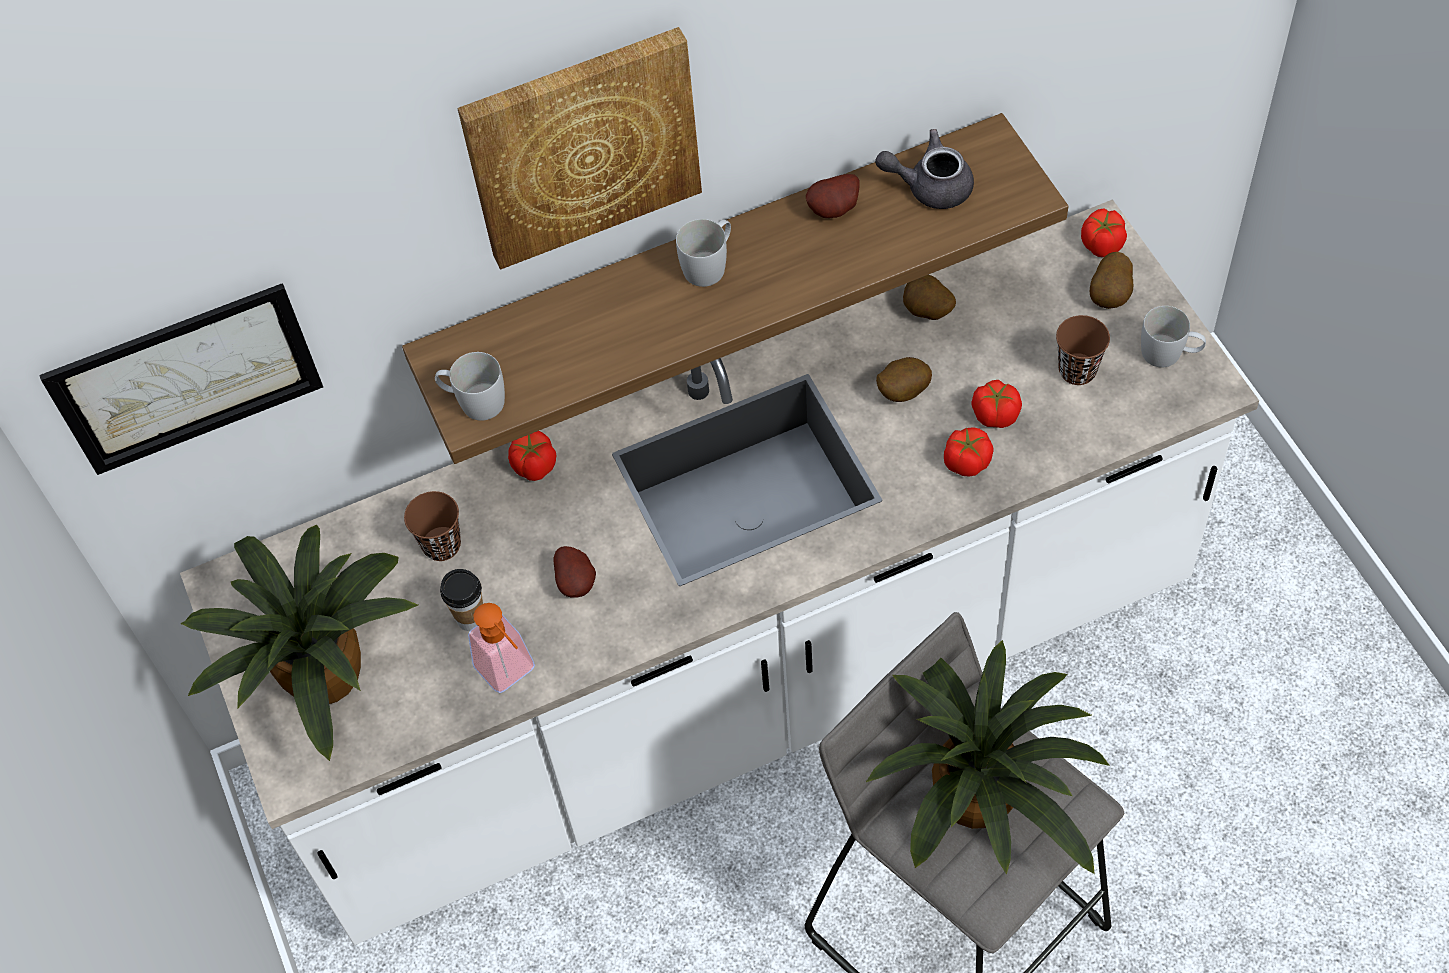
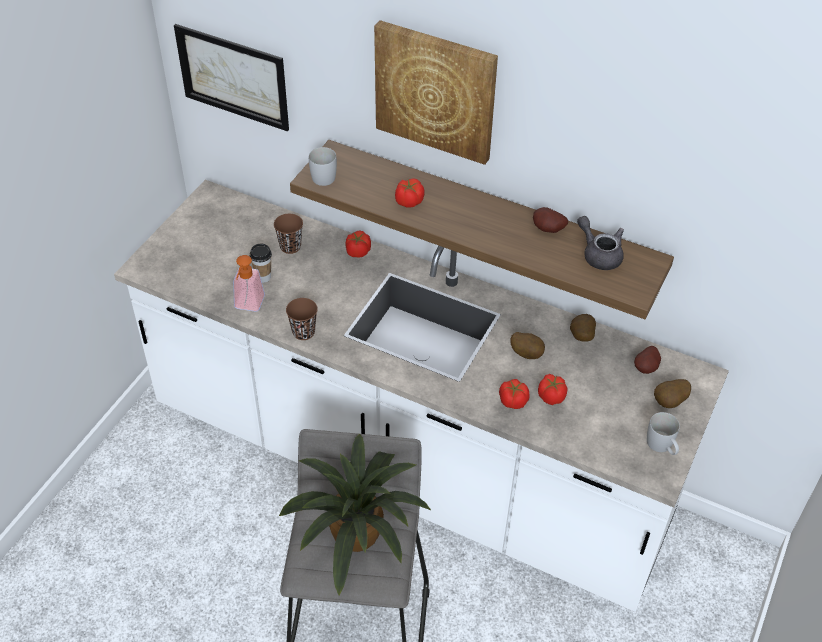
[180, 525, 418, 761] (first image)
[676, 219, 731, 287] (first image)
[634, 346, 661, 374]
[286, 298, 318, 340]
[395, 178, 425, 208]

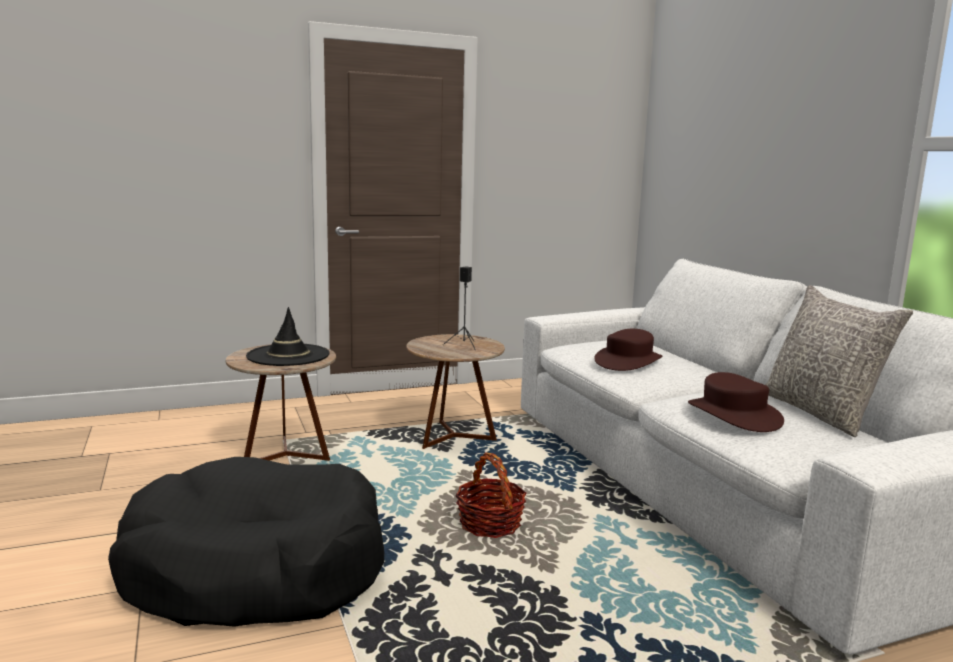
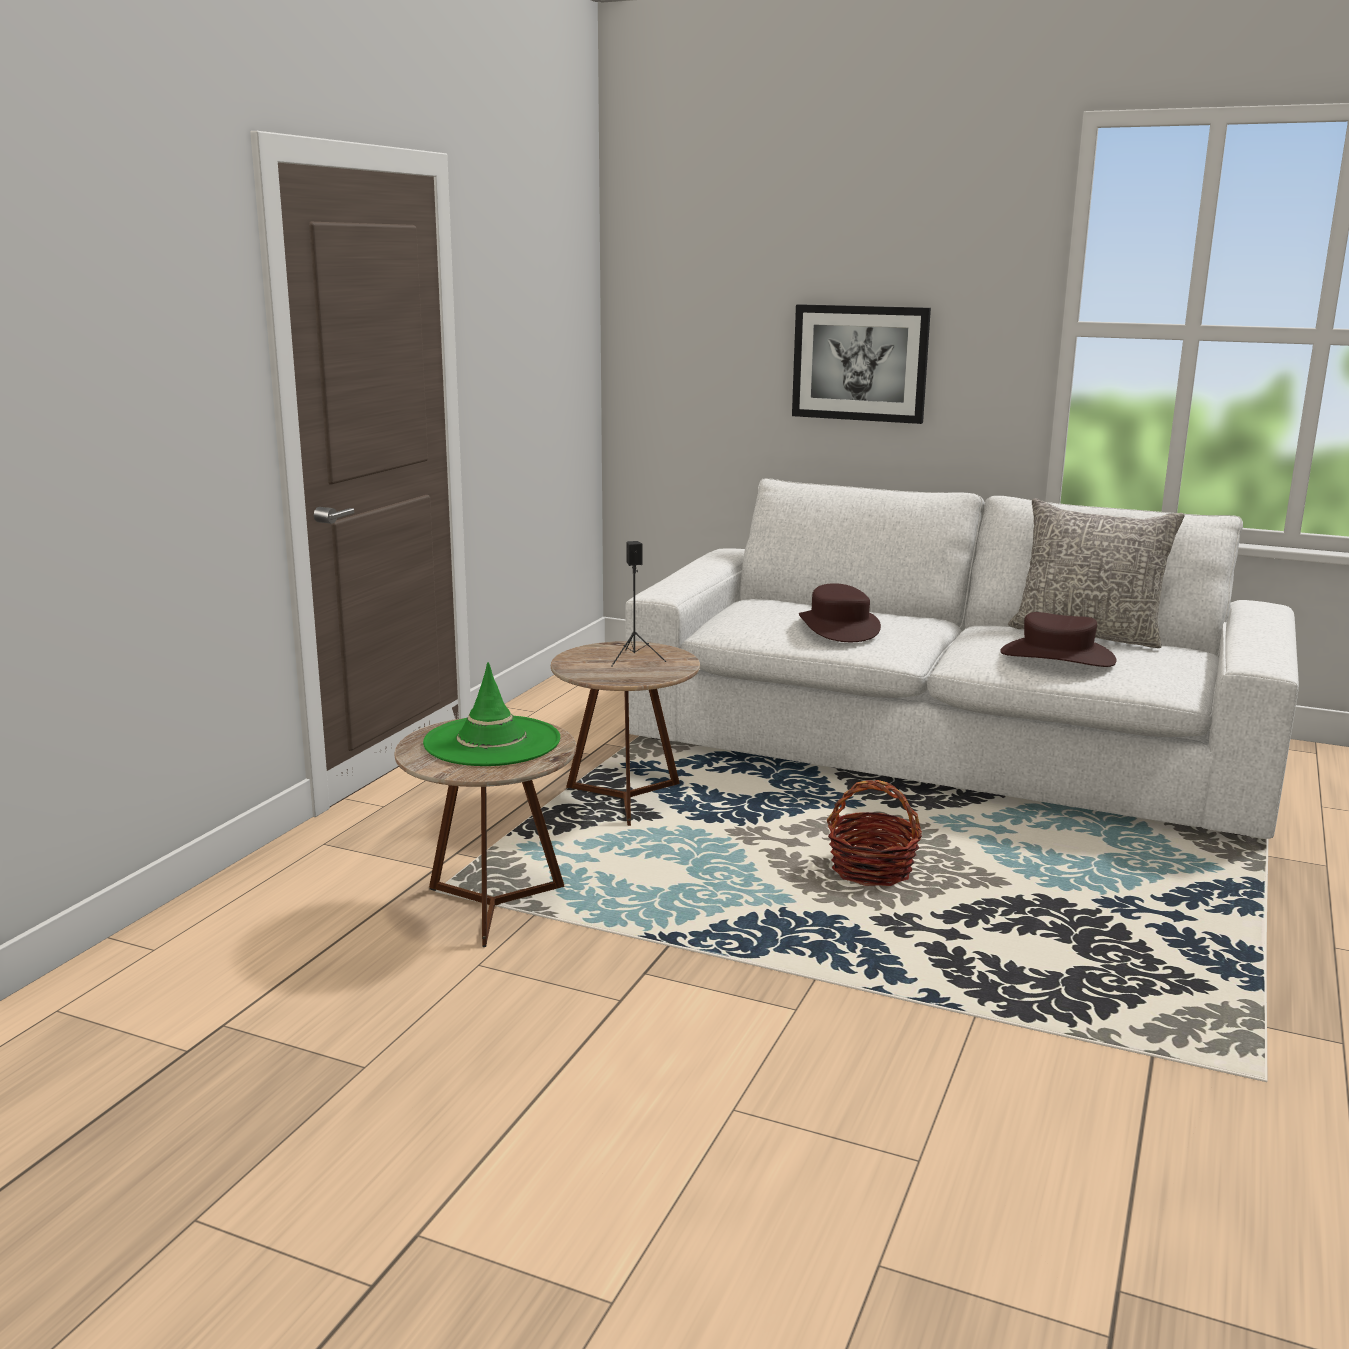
[108, 457, 384, 627] (first image)
[792, 304, 931, 424]
[423, 662, 560, 766]

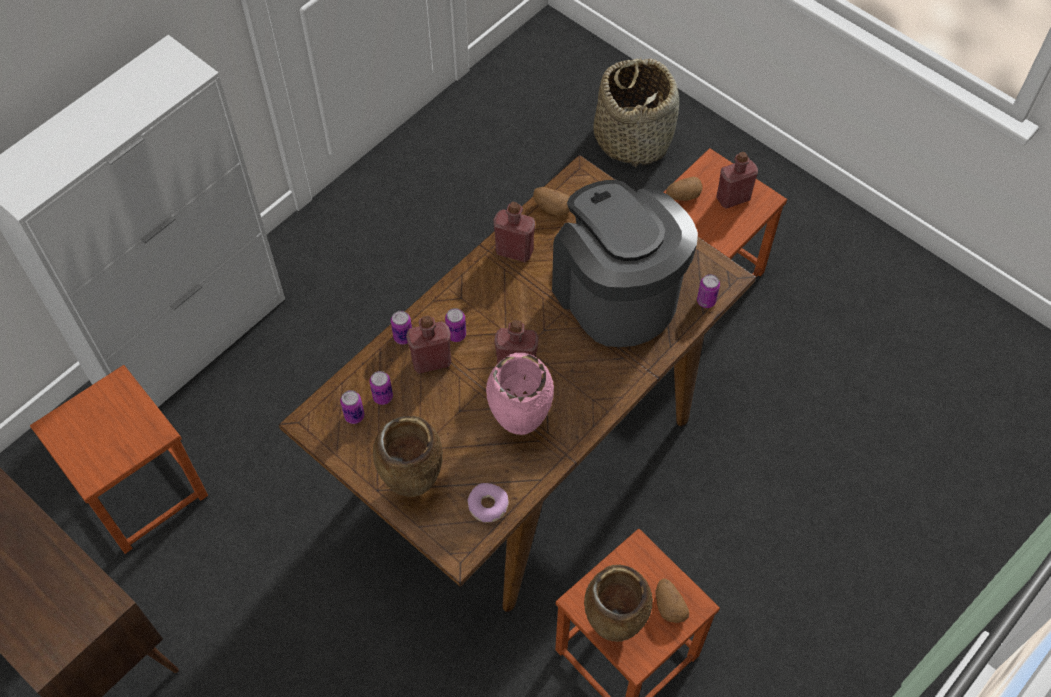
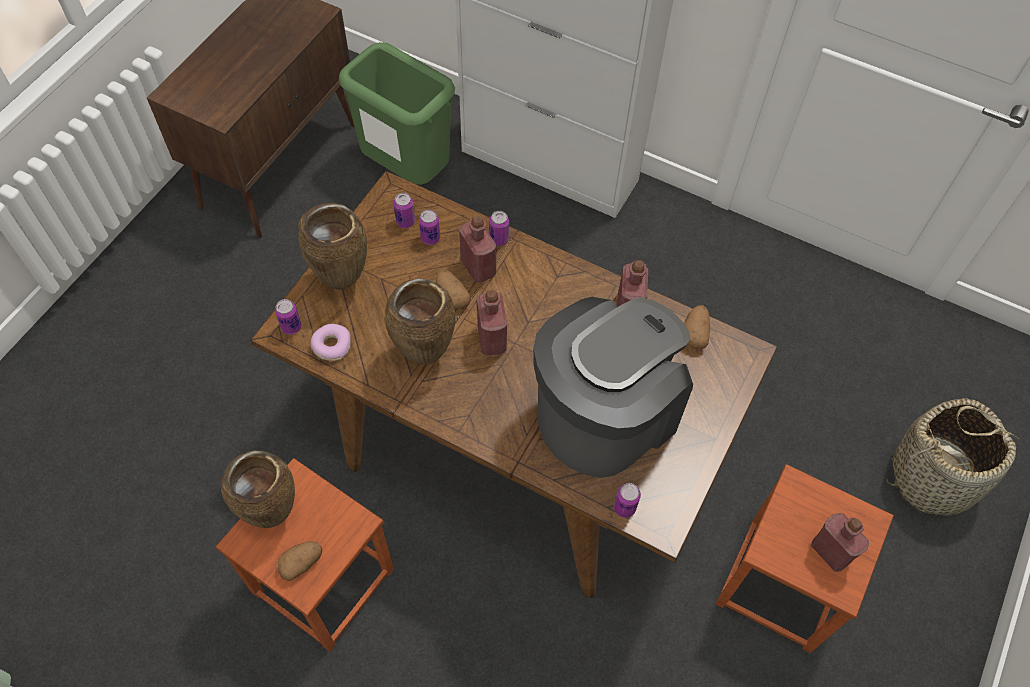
[275, 299, 302, 335]
[436, 270, 471, 309]
[338, 42, 455, 185]
[385, 278, 455, 365]

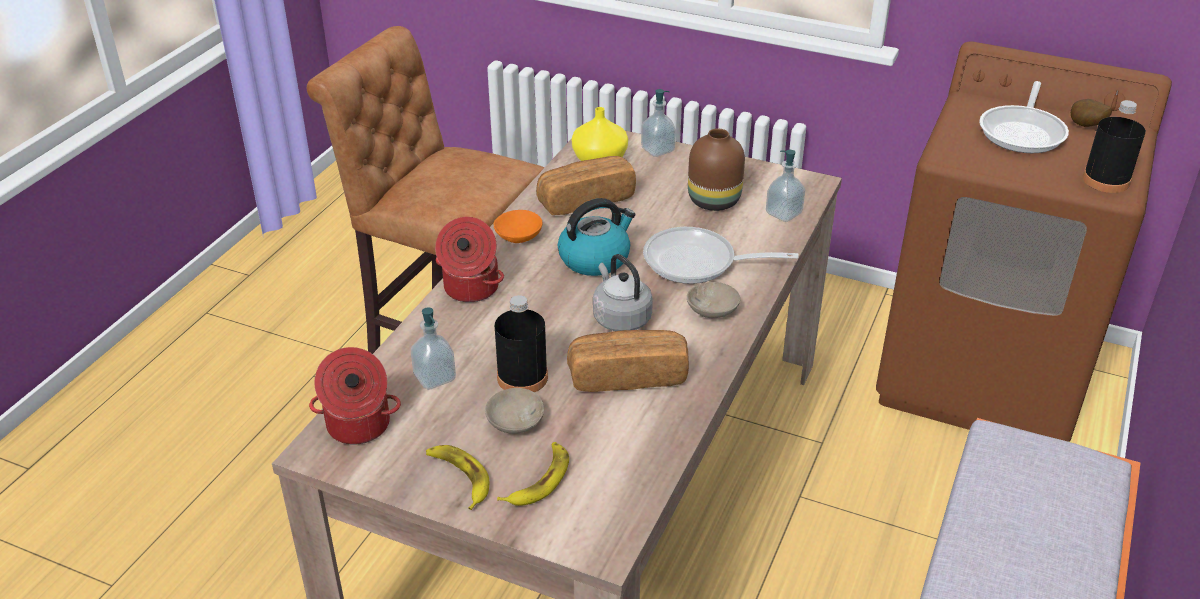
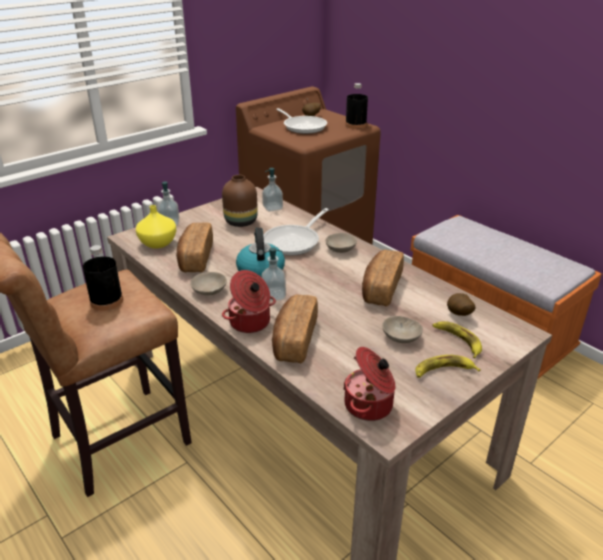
[593, 254, 653, 331] (first image)
[272, 295, 318, 363]
[447, 293, 475, 316]
[262, 247, 286, 301]
[82, 245, 123, 311]
[190, 272, 227, 295]

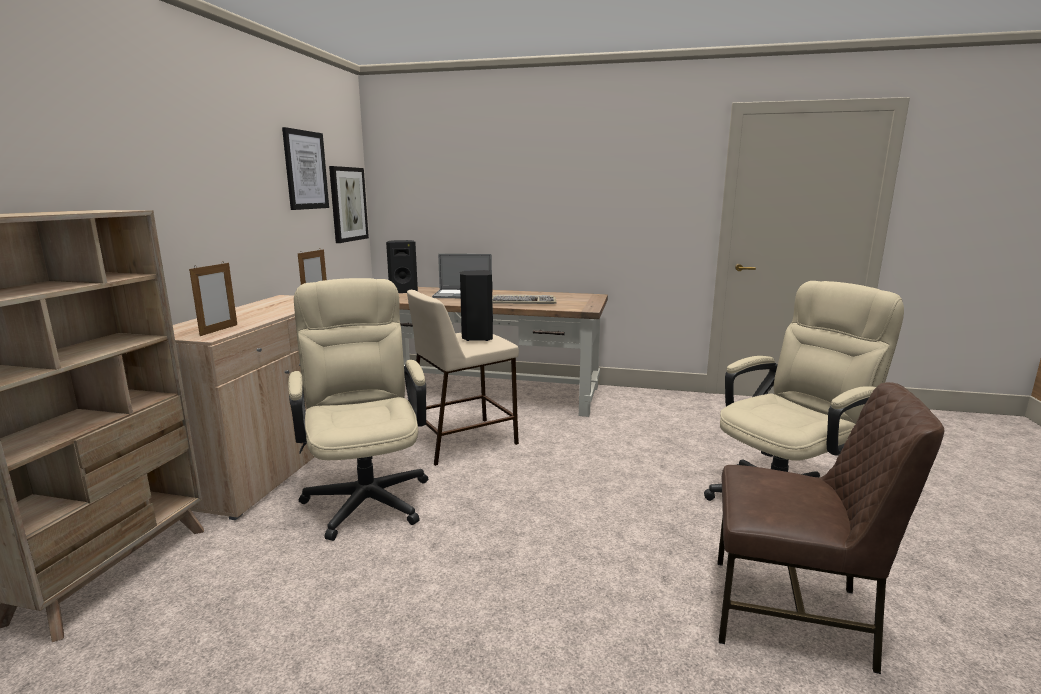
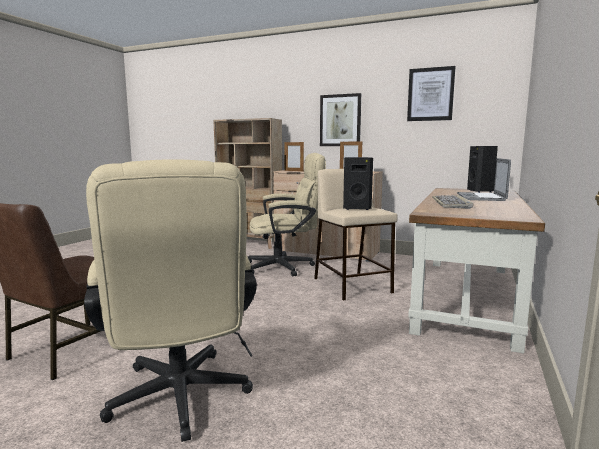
[320, 93, 361, 146]

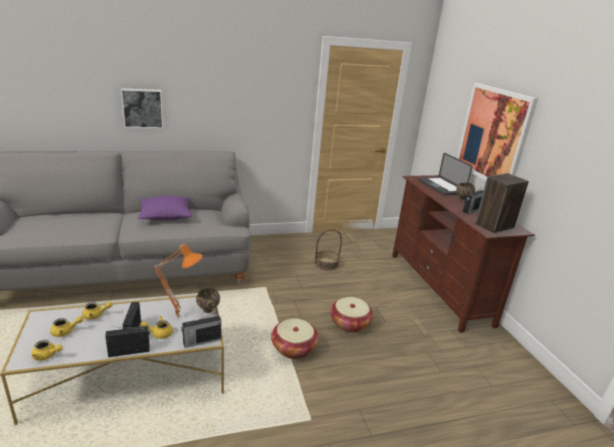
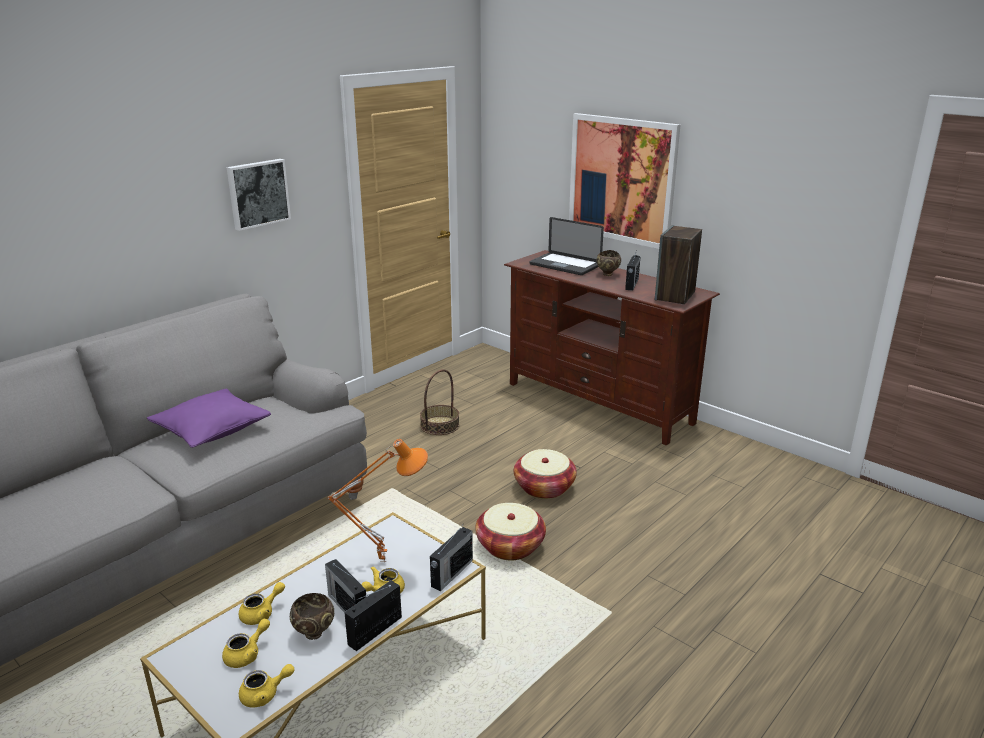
[227, 159, 291, 231]
[290, 593, 334, 640]

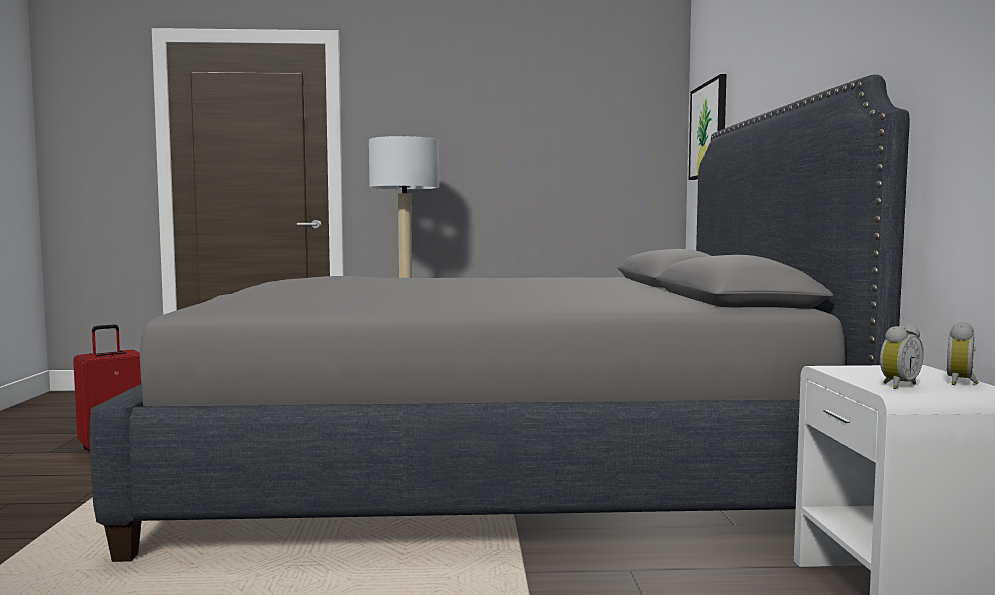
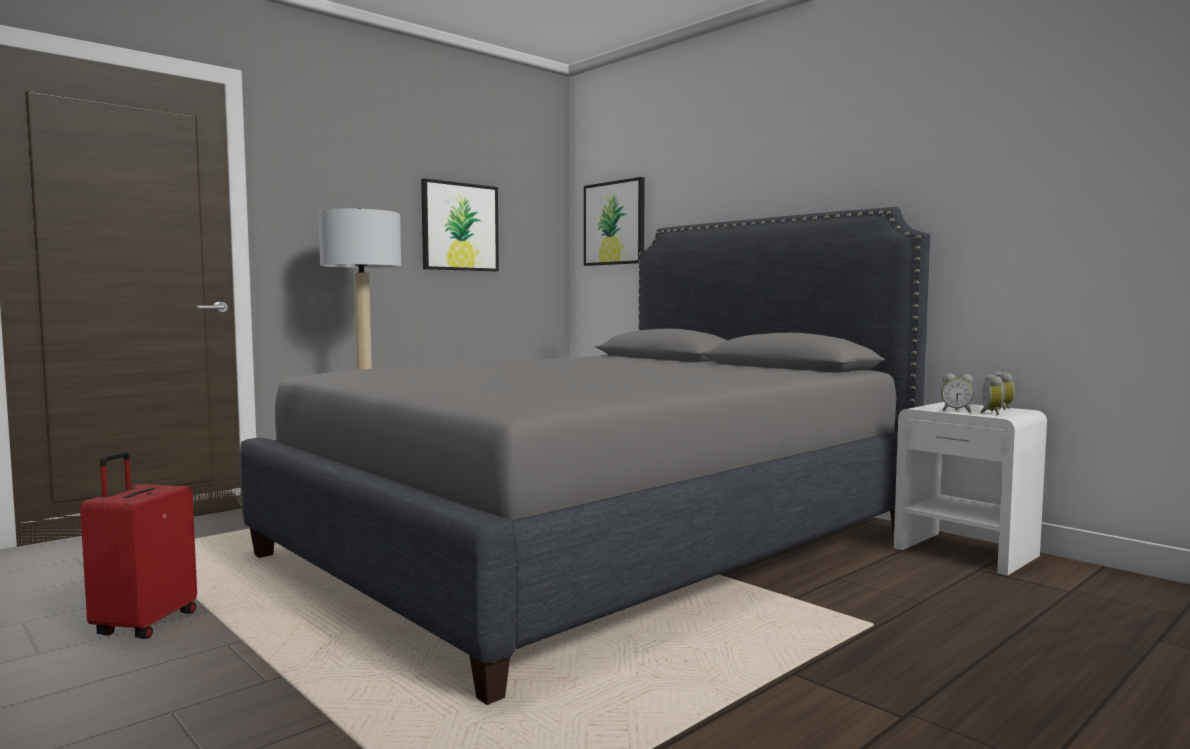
[421, 178, 499, 271]
[941, 374, 974, 412]

